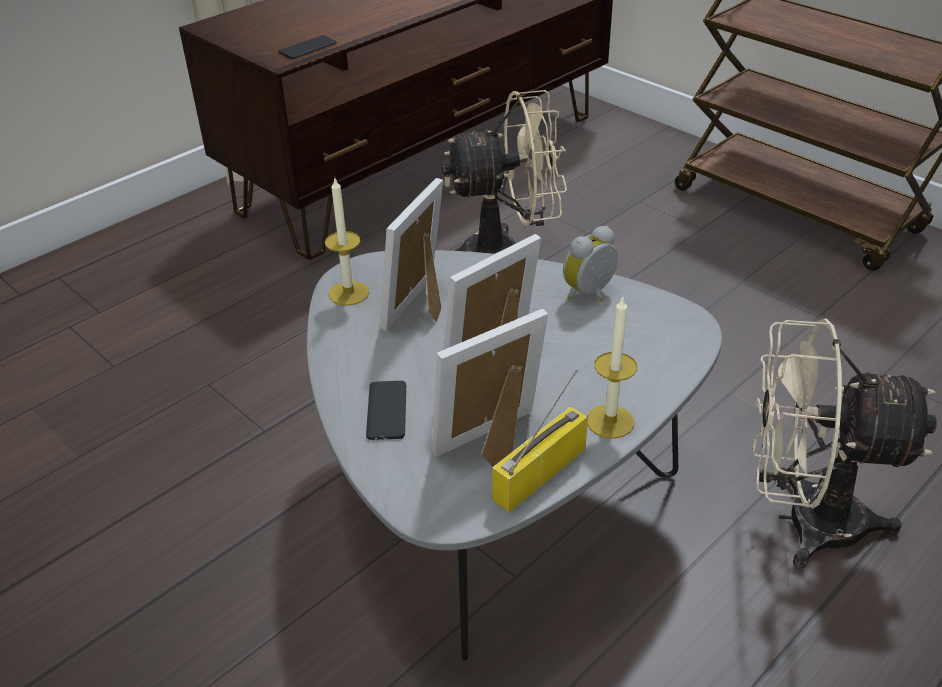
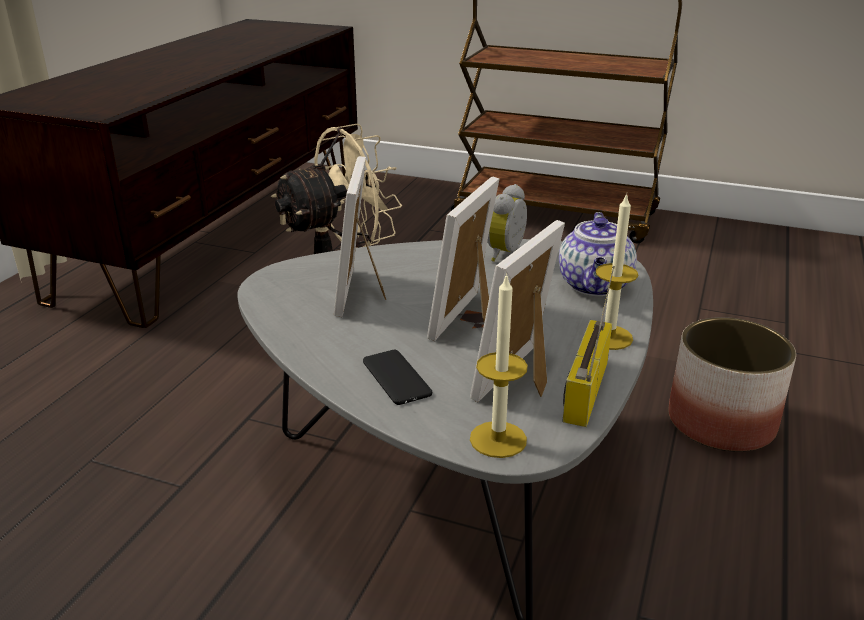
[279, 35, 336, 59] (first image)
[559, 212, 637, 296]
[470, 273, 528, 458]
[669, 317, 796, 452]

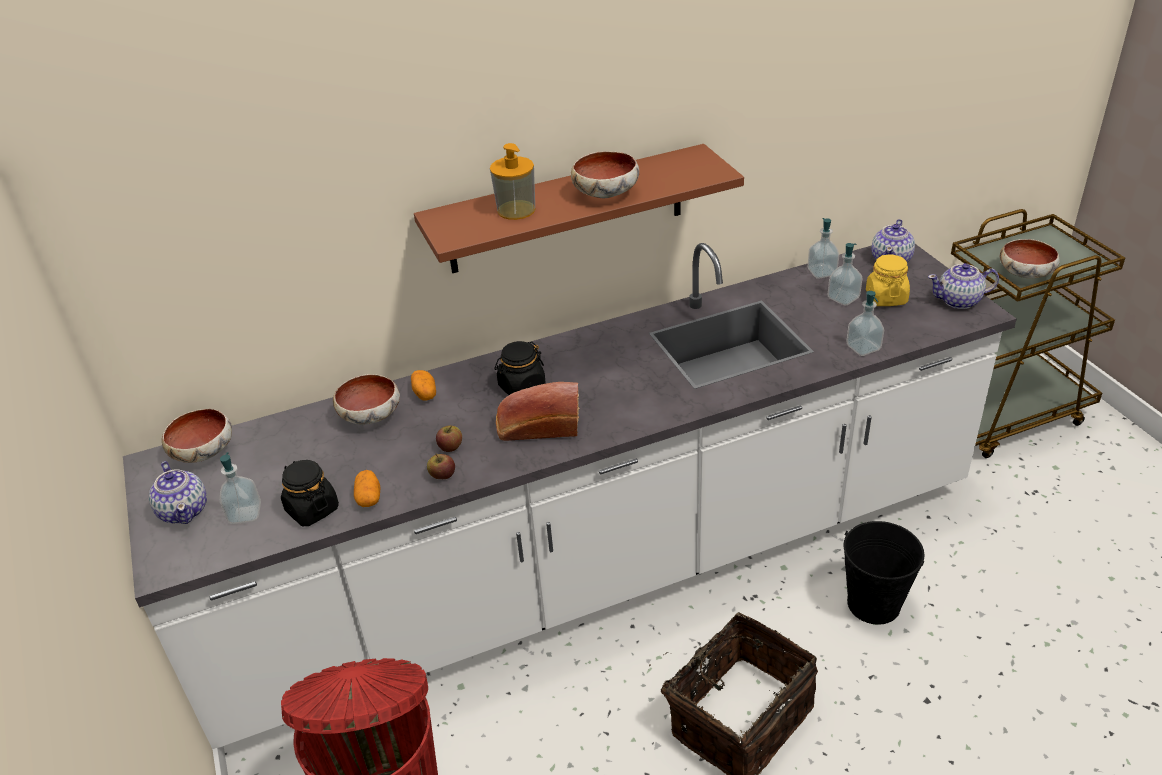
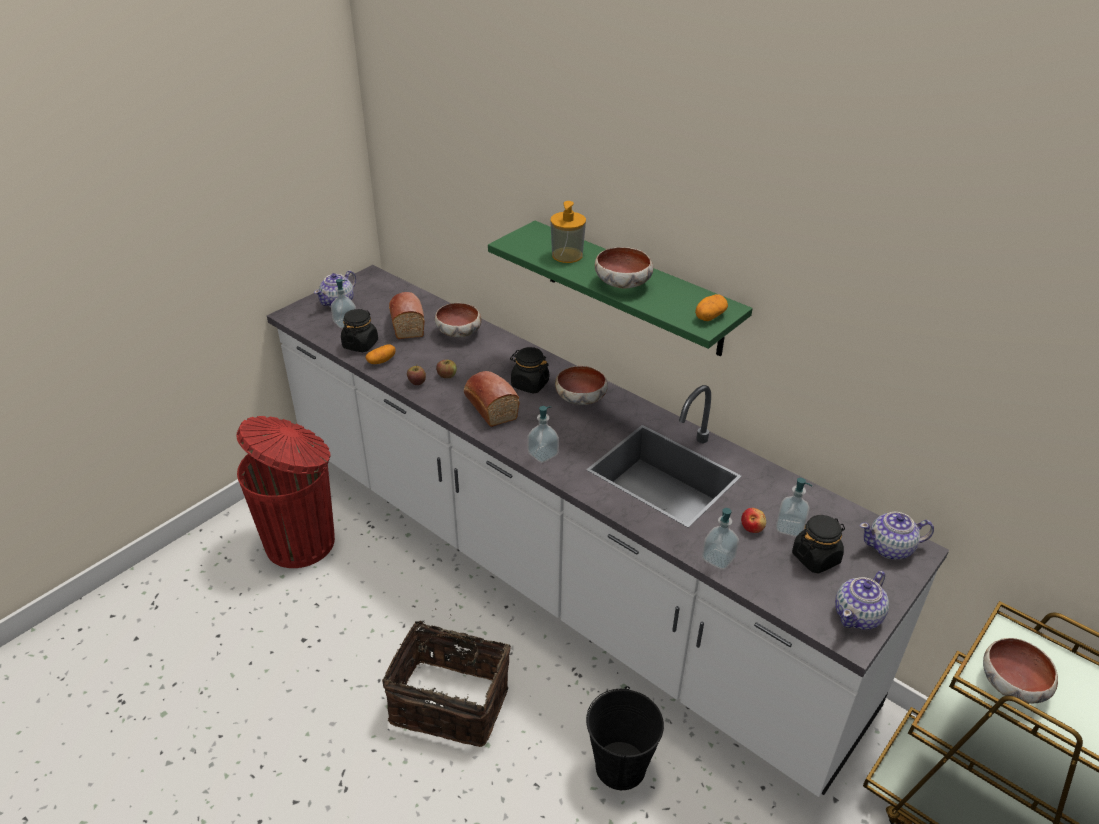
[389, 292, 425, 339]
[741, 508, 766, 533]
[555, 366, 608, 405]
[695, 294, 728, 321]
[527, 406, 559, 463]
[488, 221, 753, 357]
[792, 515, 845, 574]
[835, 571, 889, 630]

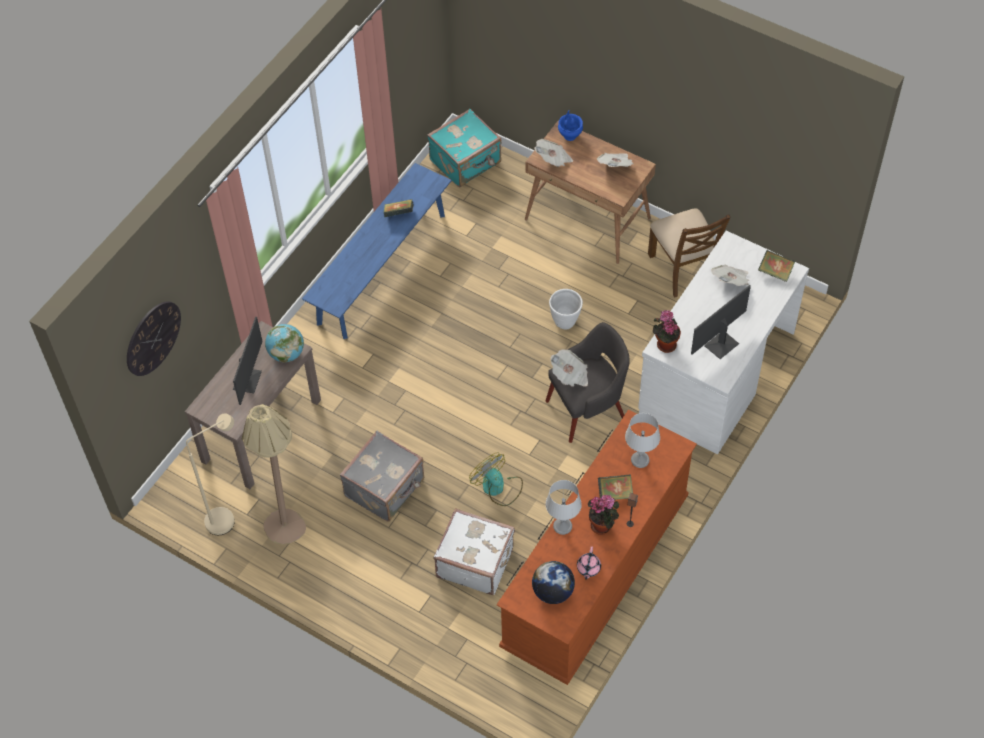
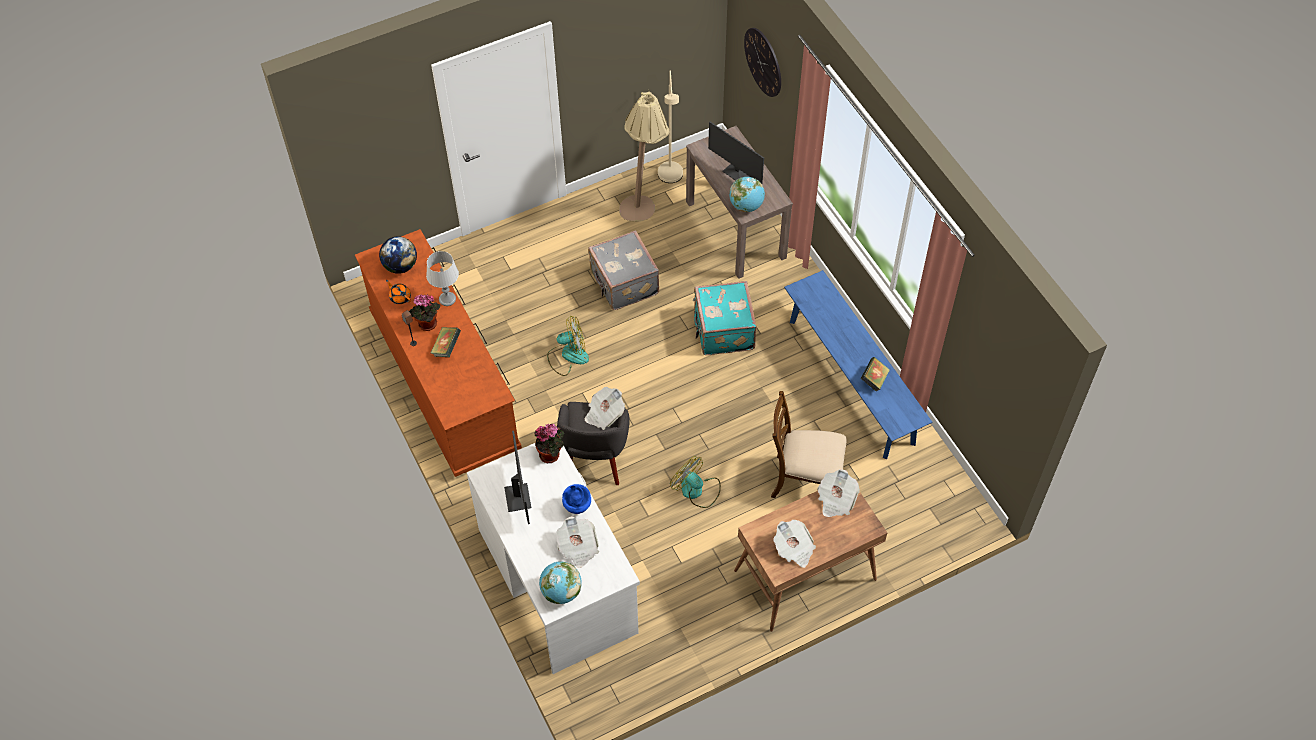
[434, 508, 515, 595] (first image)
[625, 413, 660, 468] (first image)
[693, 281, 757, 355]
[562, 484, 591, 514]
[771, 391, 847, 498]
[670, 456, 721, 508]
[539, 561, 582, 604]
[386, 280, 411, 304]

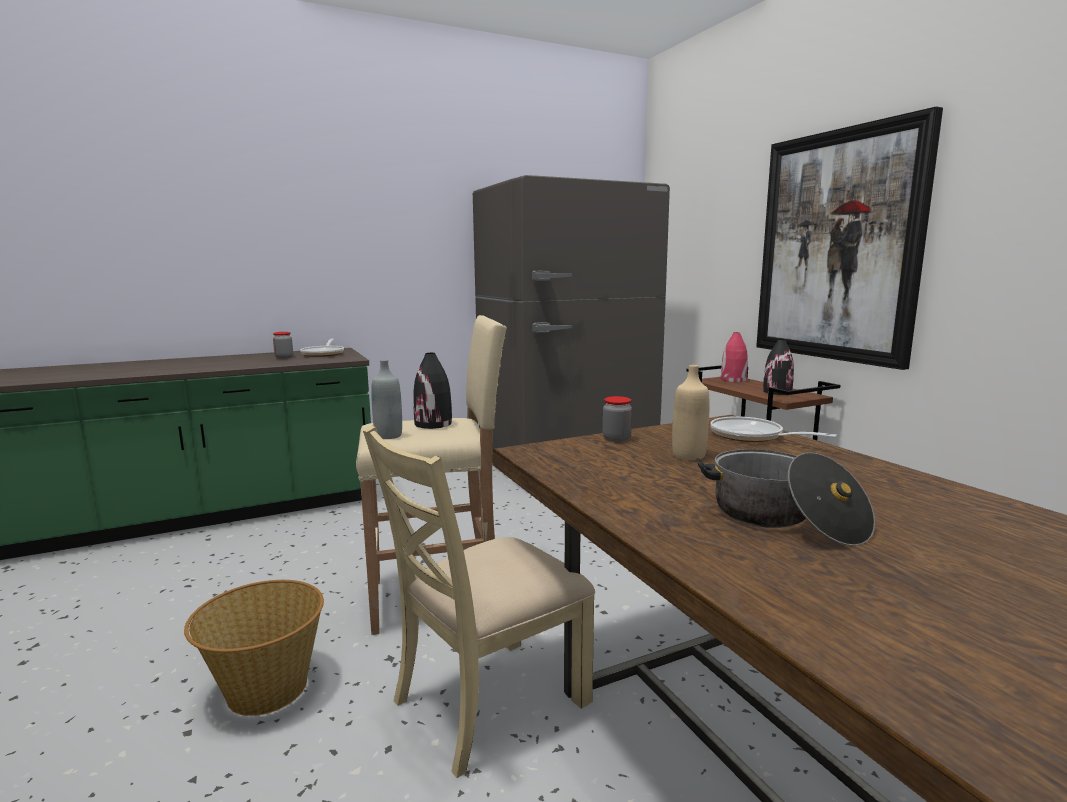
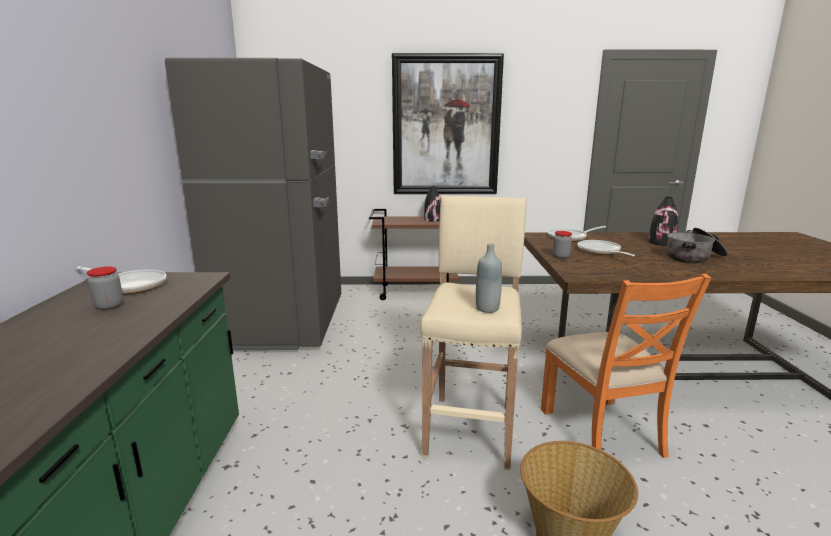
[721, 332, 748, 382] (first image)
[648, 197, 678, 246]
[578, 240, 635, 256]
[541, 273, 711, 458]

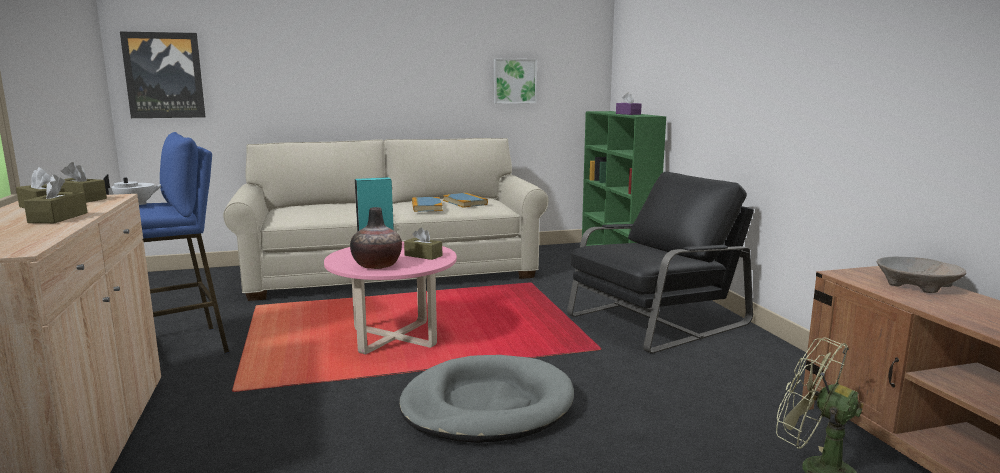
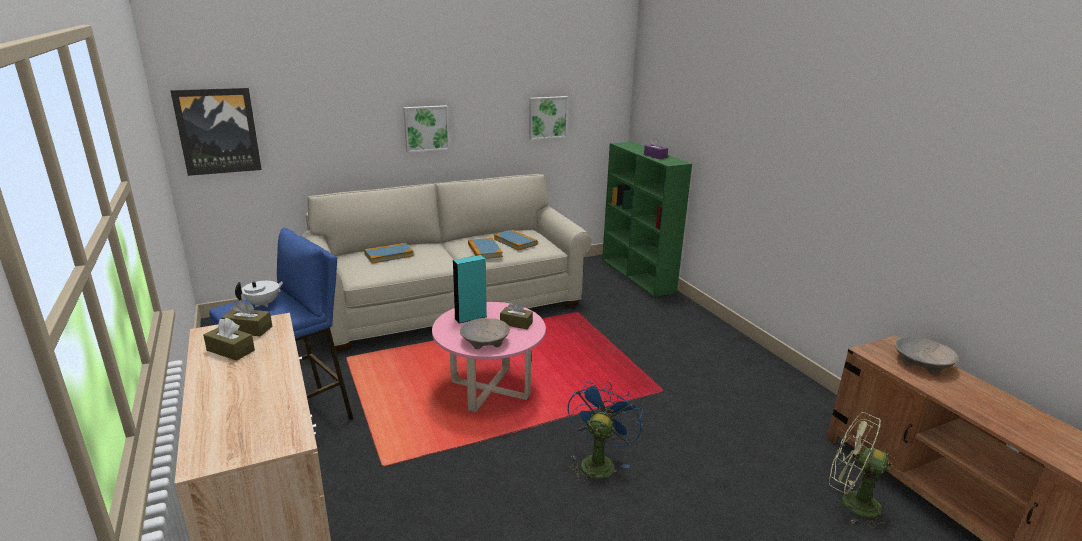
[24, 175, 88, 223] (first image)
[567, 172, 754, 354] (first image)
[364, 243, 414, 263]
[403, 105, 450, 153]
[460, 318, 510, 349]
[568, 381, 643, 482]

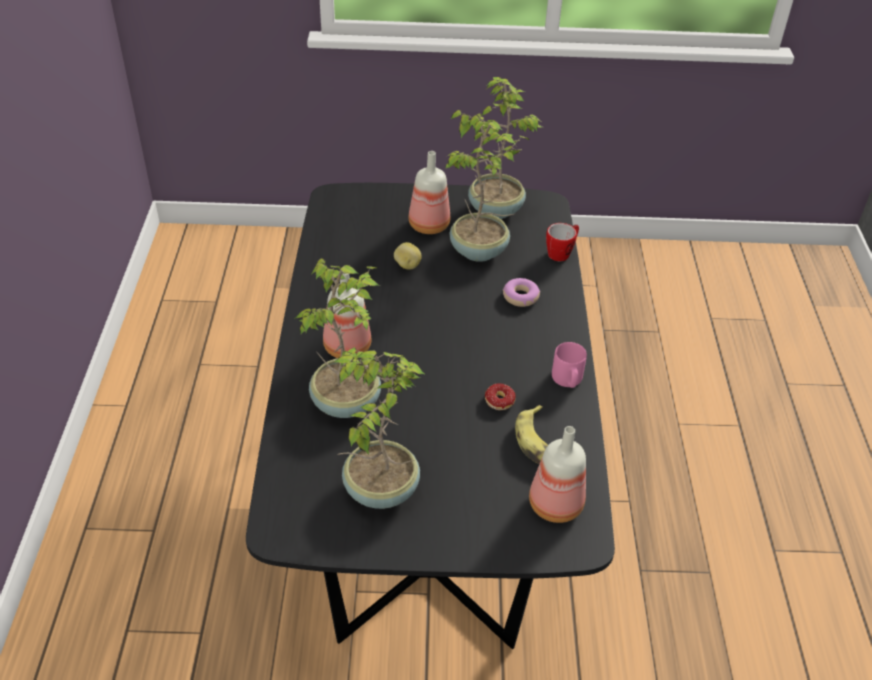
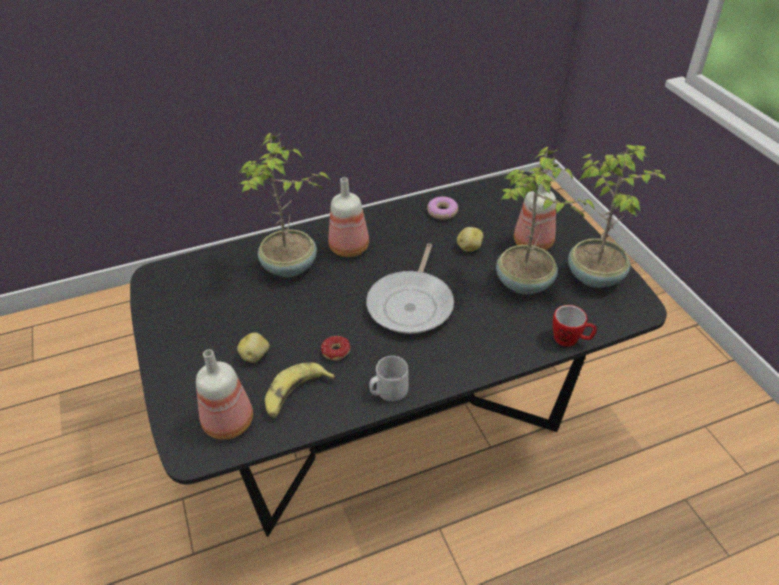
[334, 347, 424, 509] (first image)
[237, 333, 269, 363]
[366, 243, 454, 334]
[427, 197, 458, 220]
[369, 356, 408, 402]

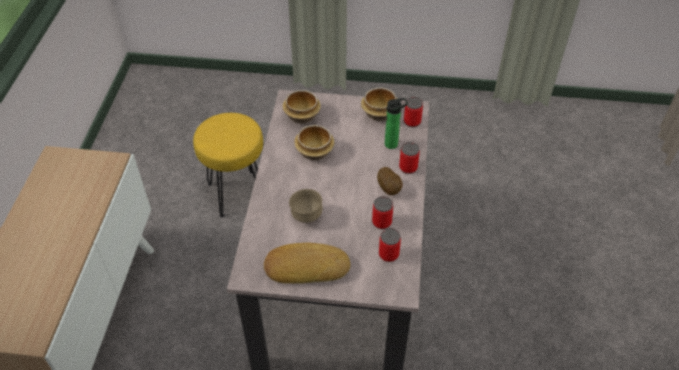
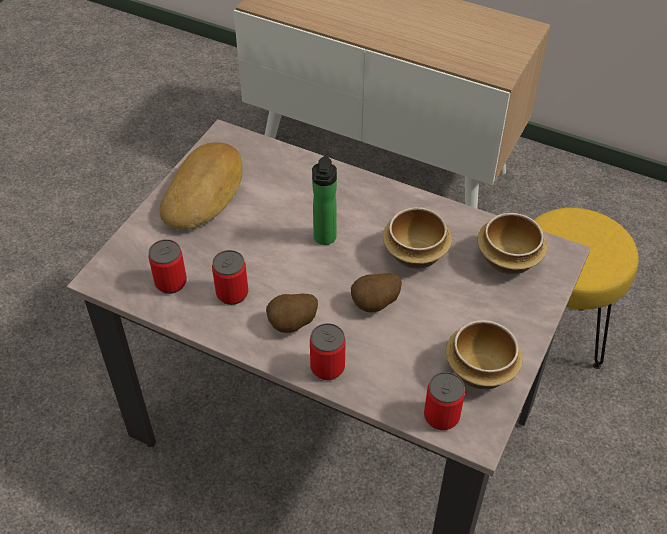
[289, 189, 323, 223] (first image)
[351, 273, 402, 312]
[312, 156, 337, 245]

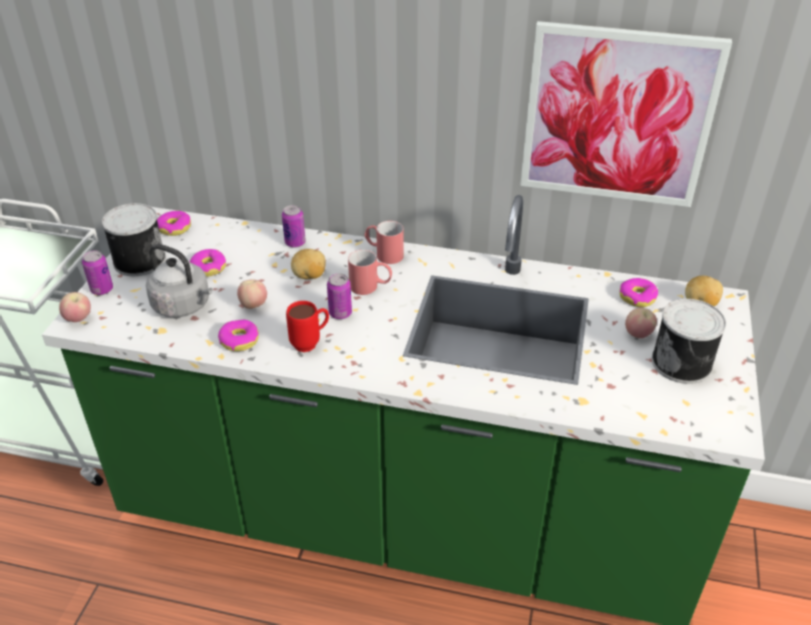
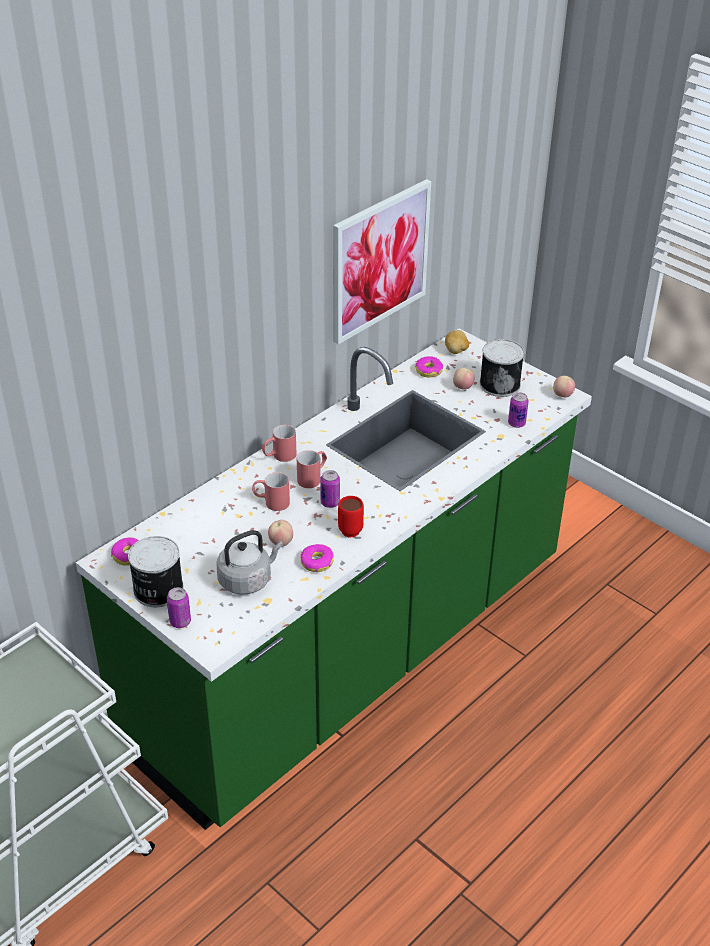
[190, 249, 226, 277] (first image)
[553, 376, 575, 397]
[508, 392, 529, 428]
[252, 472, 290, 511]

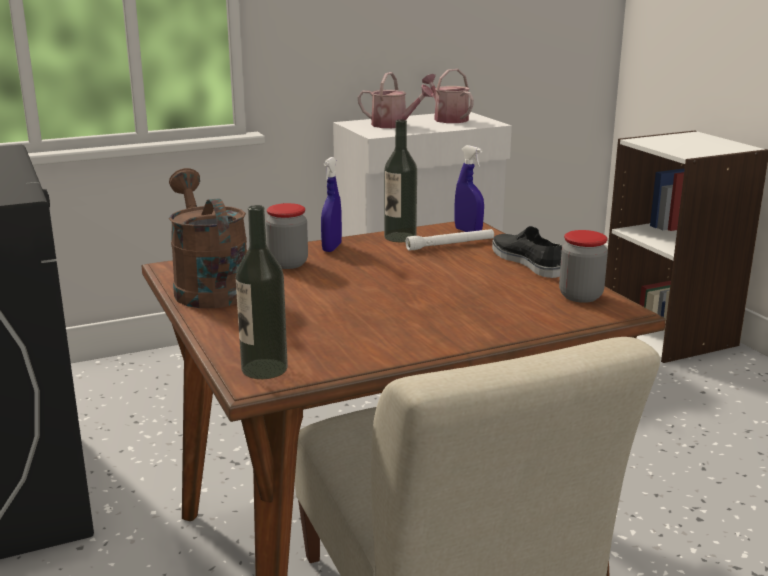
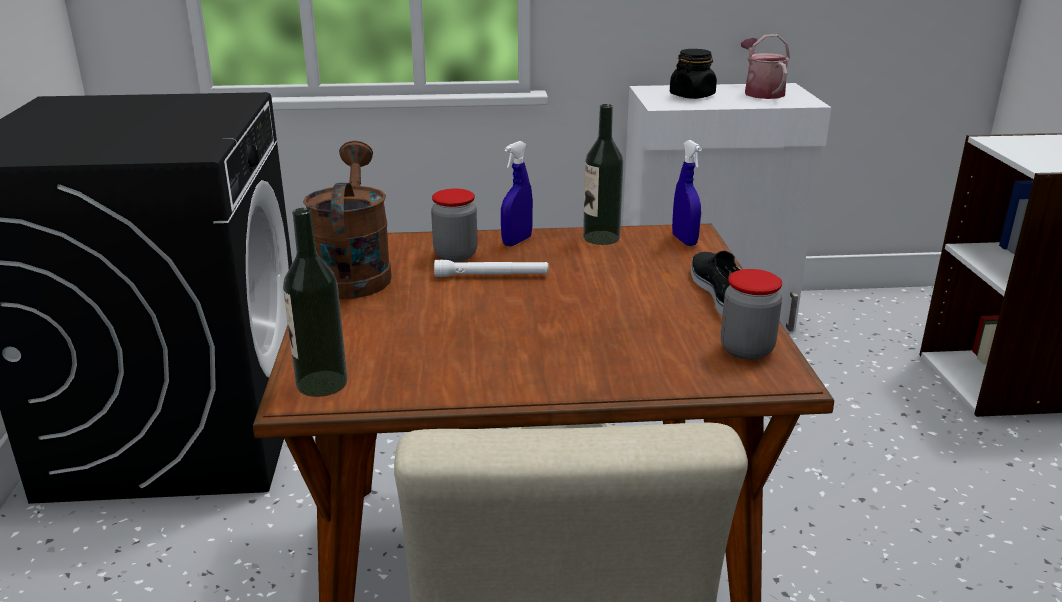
[434, 260, 548, 277]
[670, 49, 717, 99]

